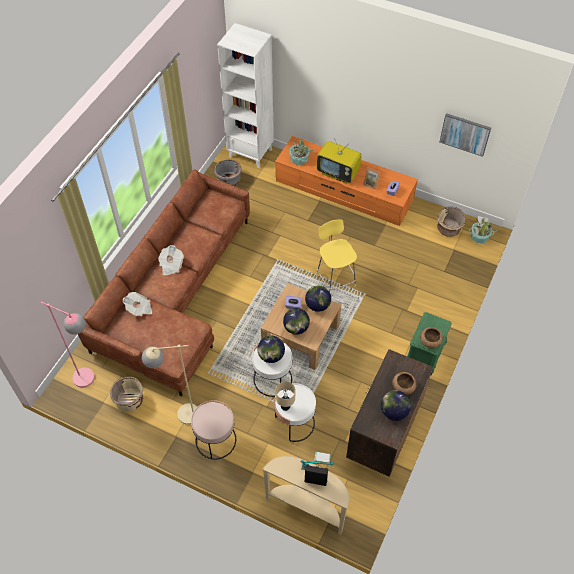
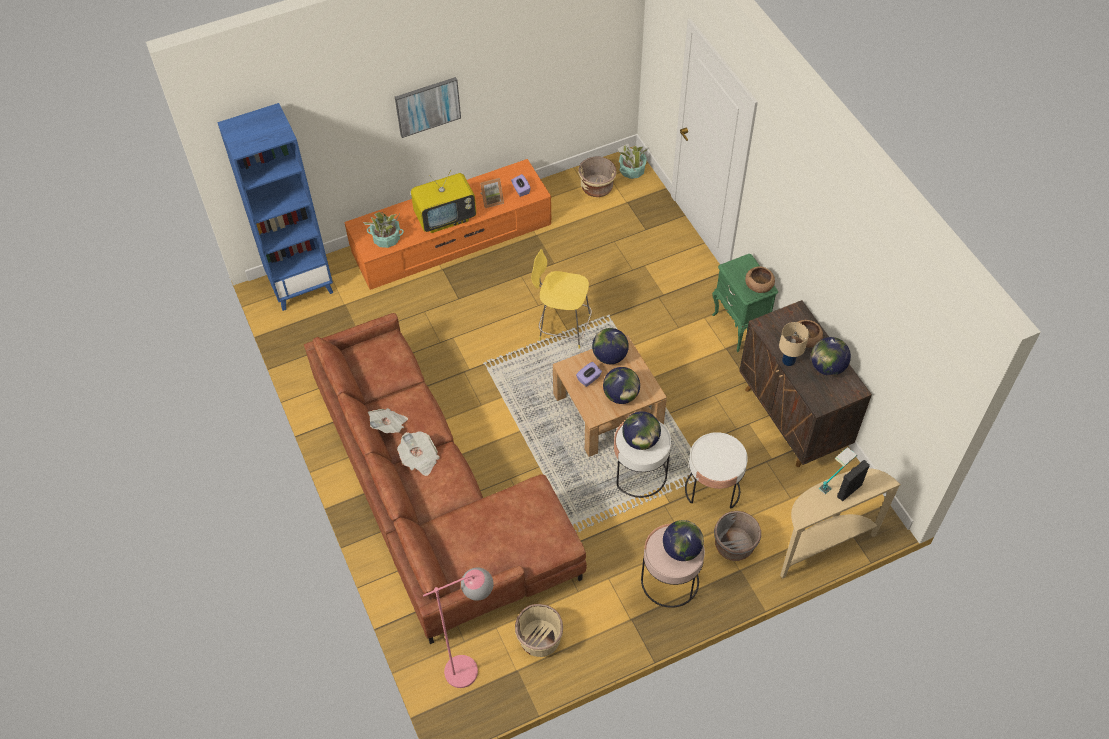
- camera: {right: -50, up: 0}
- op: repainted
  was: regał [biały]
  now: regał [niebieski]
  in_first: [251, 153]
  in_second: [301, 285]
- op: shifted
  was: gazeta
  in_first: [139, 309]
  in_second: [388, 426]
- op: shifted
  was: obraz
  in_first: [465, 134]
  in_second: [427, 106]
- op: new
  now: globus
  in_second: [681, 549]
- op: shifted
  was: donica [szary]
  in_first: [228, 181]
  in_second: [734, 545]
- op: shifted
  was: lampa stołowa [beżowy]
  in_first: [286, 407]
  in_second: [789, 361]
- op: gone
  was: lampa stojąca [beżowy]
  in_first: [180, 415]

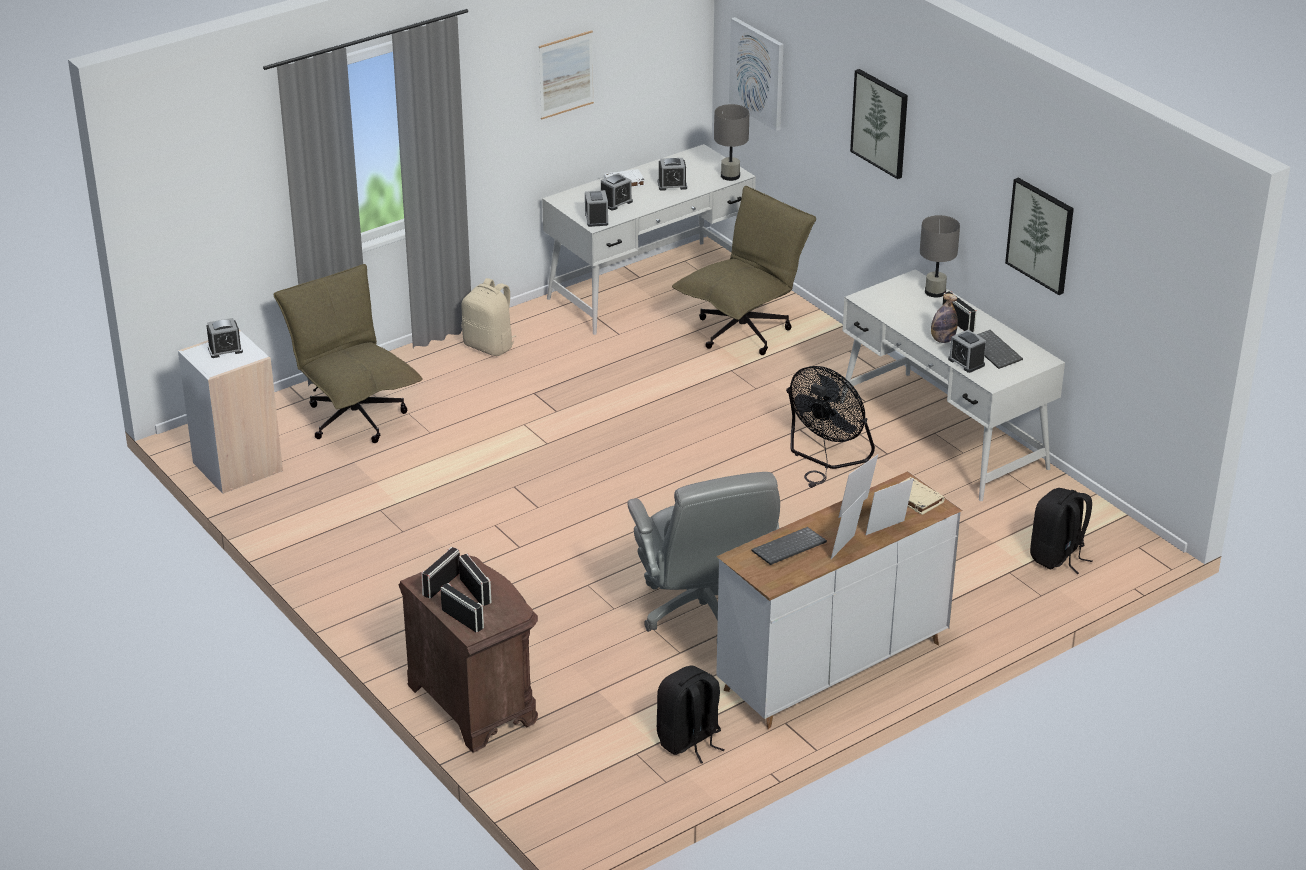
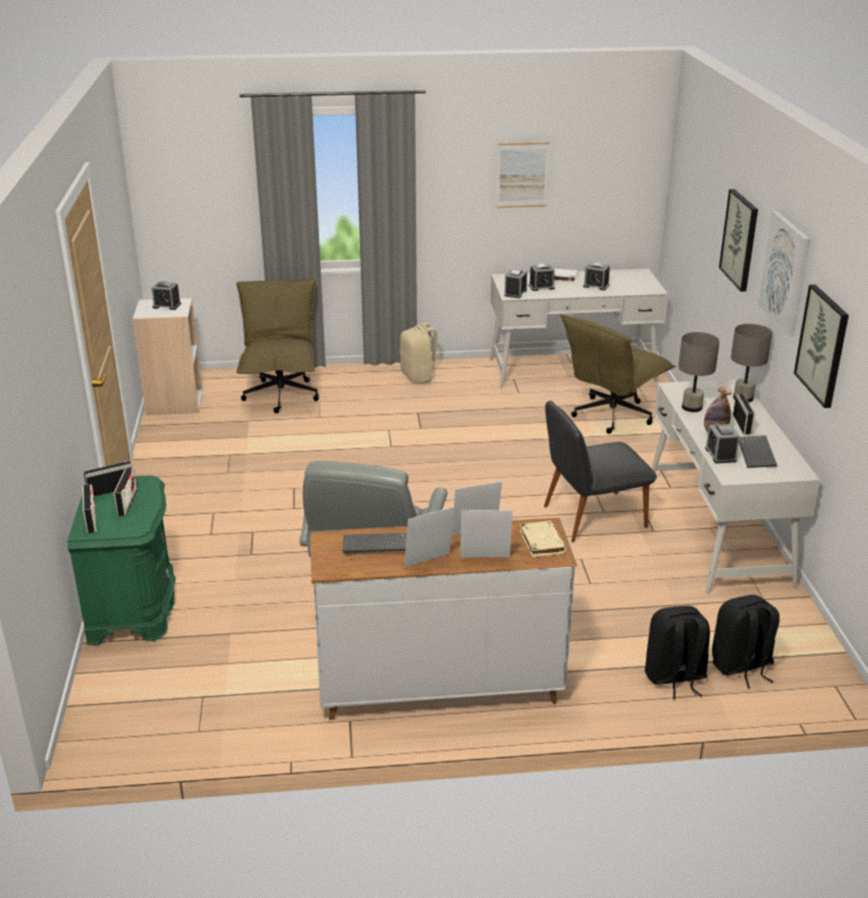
- camera: {right: 30, up: -5}
- op: repainted
  was: szafka nocna [brązowy]
  now: szafka nocna [zielony]
  in_first: [476, 701]
  in_second: [136, 607]
- op: swapped
  was: wentylator [czarny]
  now: krzesło [czarny]
  in_first: [822, 456]
  in_second: [594, 516]
- op: rotated
  was: krzesło biurowe [beżowy]
  in_first: [741, 332]
  in_second: [613, 414]
  clockwise: 150
- op: shifted
  was: plecak [czarny]
  in_first: [689, 741]
  in_second: [674, 677]
- op: shifted
  was: lampa stołowa [szary]
  in_first: [730, 176]
  in_second: [692, 407]
- op: shifted
  was: obraz
  in_first: [757, 73]
  in_second: [785, 273]

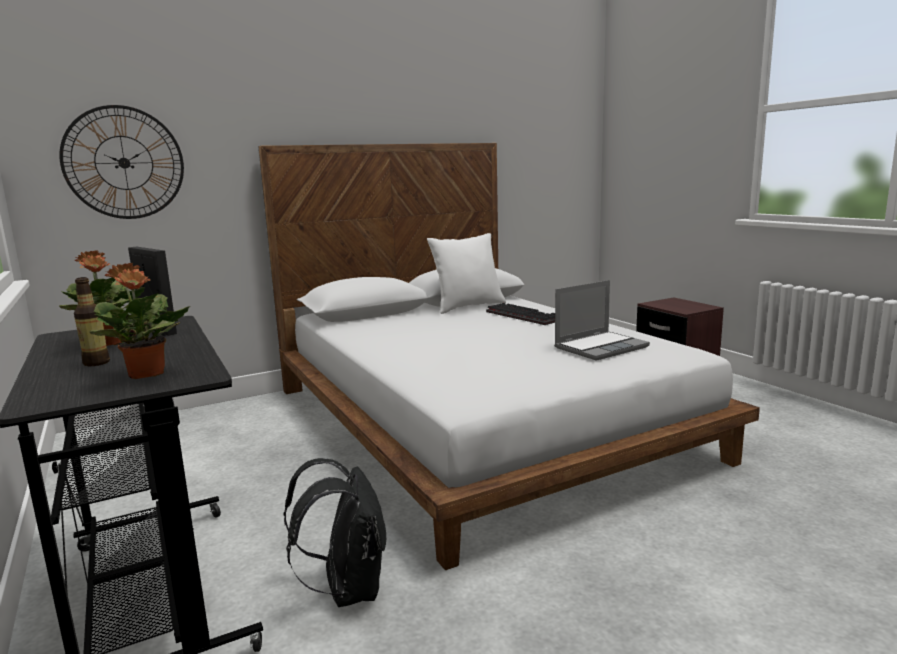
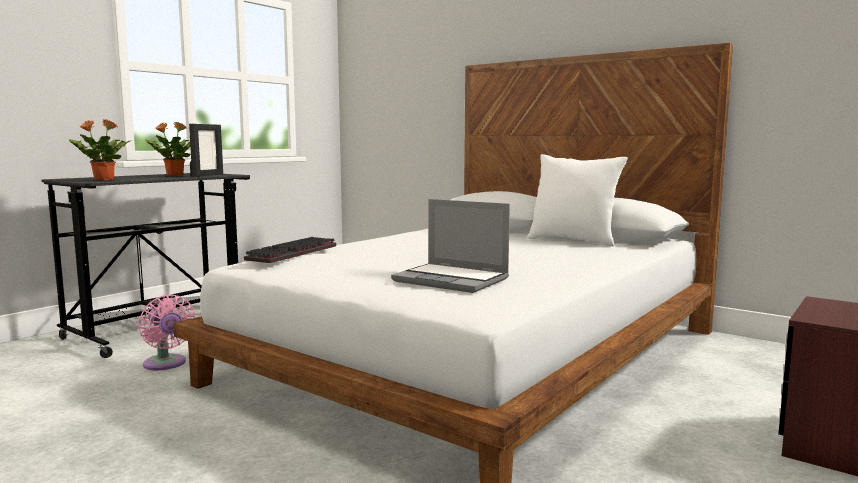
- camera: {right: 65, up: -5}
- op: swapped
  was: plecak [czarny]
  now: wentylator [różowy]
  in_first: [348, 589]
  in_second: [166, 364]
- op: shifted
  was: klawiatura
  in_first: [524, 316]
  in_second: [293, 253]
- op: gone
  was: zegar ścienny
  in_first: [124, 163]
- op: gone
  was: butelka
  in_first: [96, 363]

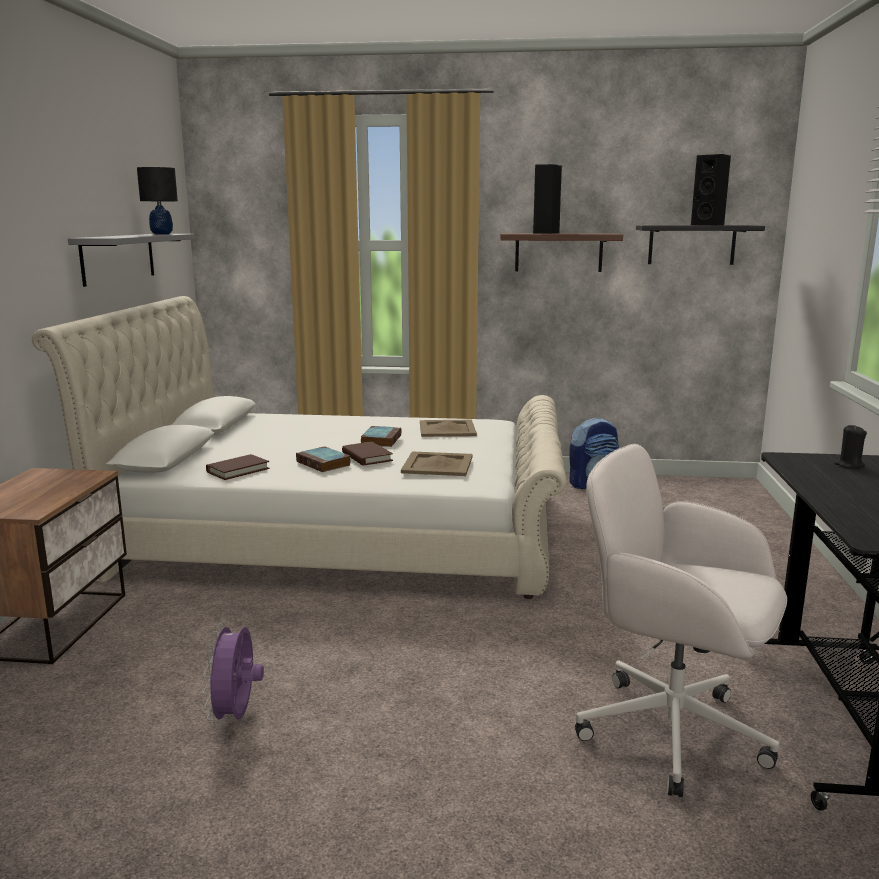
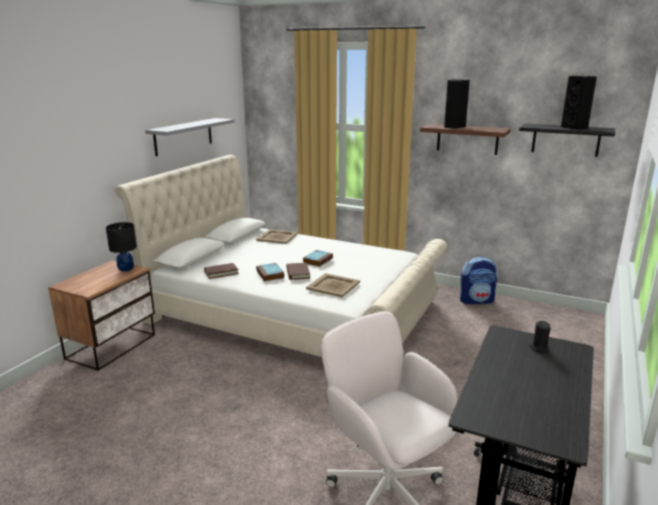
- camera: {right: 20, up: 5}
- op: shifted
  was: lampa stołowa [czarny]
  in_first: [162, 234]
  in_second: [126, 270]
- op: shifted
  was: taca [beżowy]
  in_first: [447, 429]
  in_second: [277, 237]
- op: gone
  was: wentylator [fioletowy]
  in_first: [236, 716]

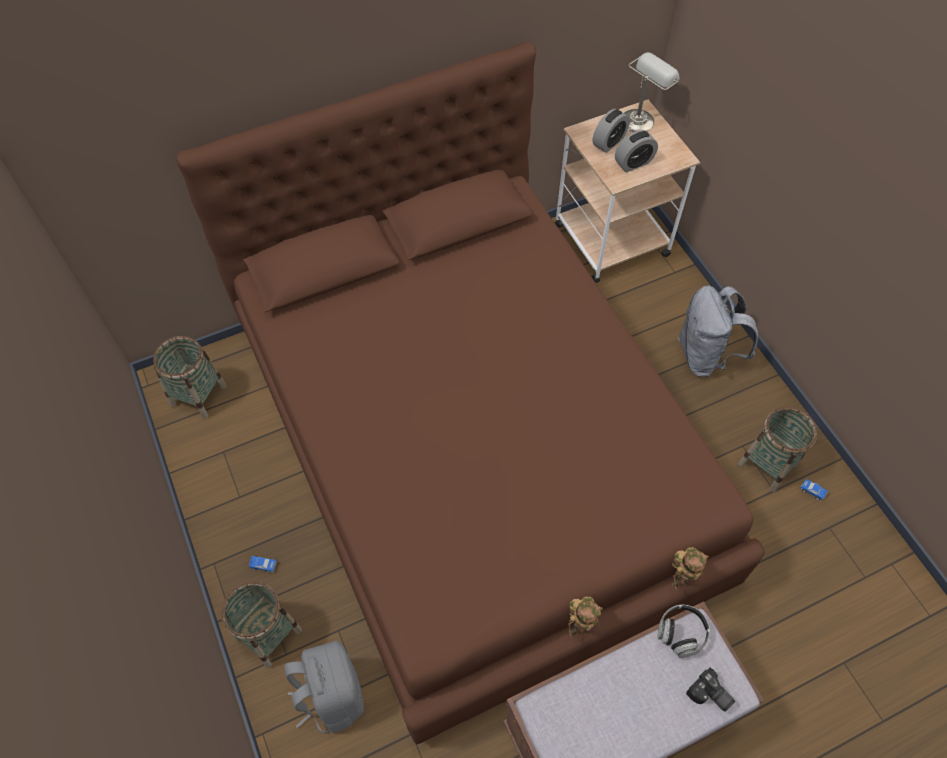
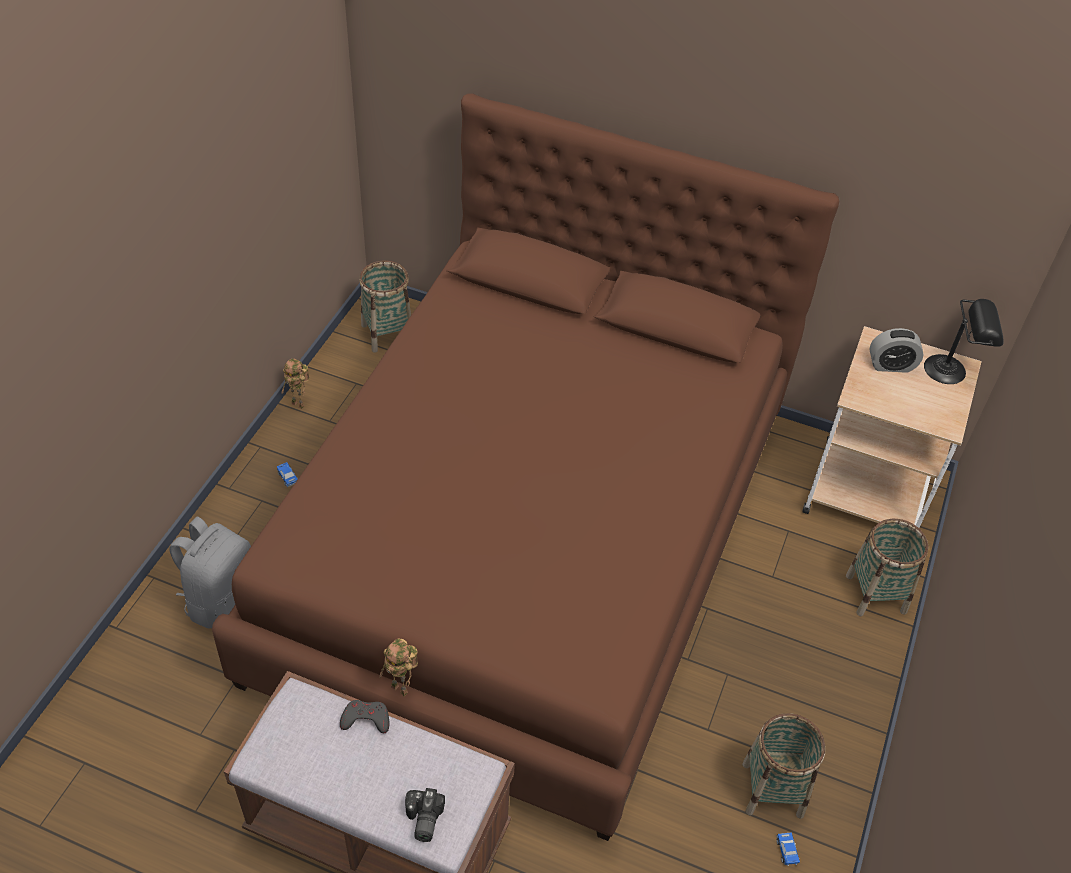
- camera: {right: 45, up: -10}
- op: shifted
  was: robot zabawkowy
  in_first: [679, 581]
  in_second: [299, 404]
- op: new
  now: pad do gier [szary]
  in_second: [365, 719]
- op: shifted
  was: koszyk
  in_first: [268, 634]
  in_second: [875, 593]
- op: repainted
  was: lampa stołowa [biały]
  now: lampa stołowa [czarny]
  in_first: [641, 116]
  in_second: [953, 369]
- op: gone
  was: budzik
  in_first: [633, 163]
- op: gone
  was: słuchawki
  in_first: [681, 633]
- op: gone
  was: plecak [szary]
  in_first: [705, 356]

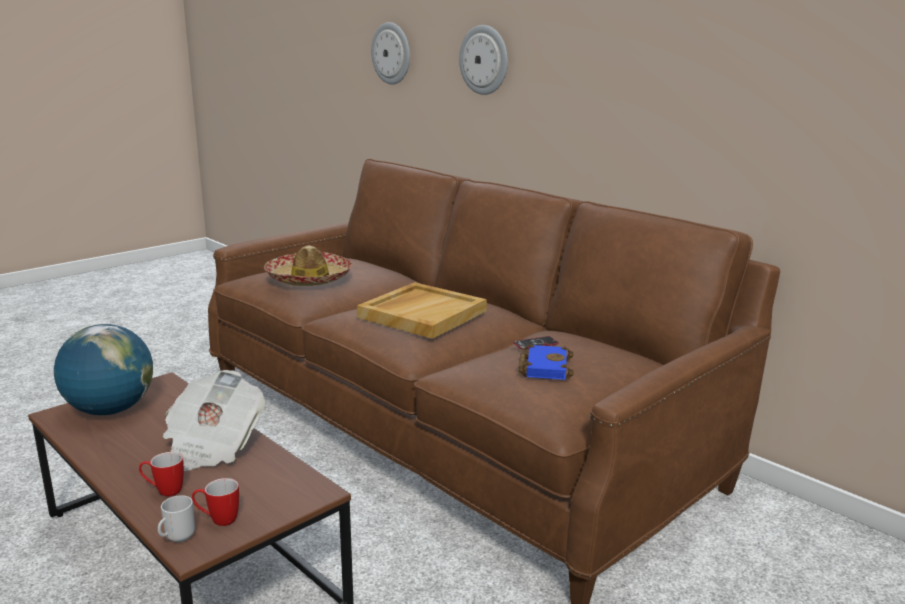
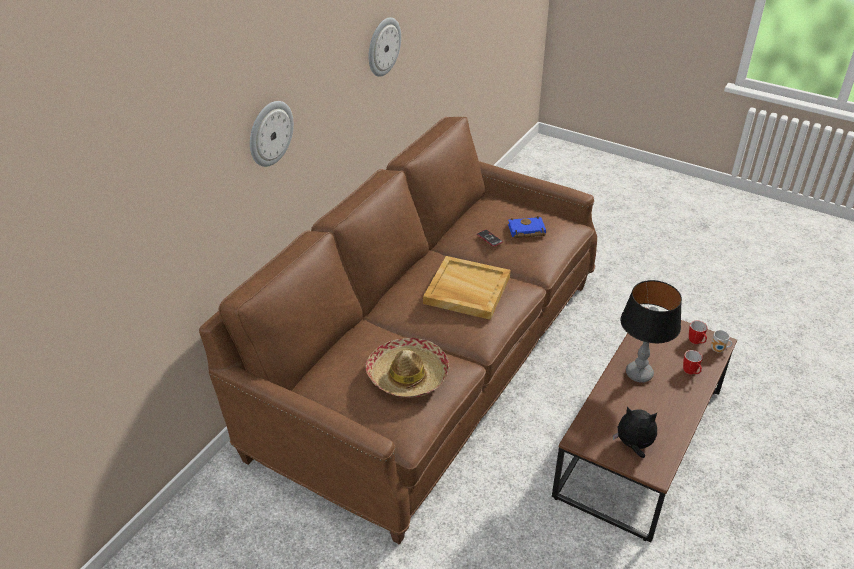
- camera: {right: -105, up: 20}
- op: shifted
  was: zegar ścienny
  in_first: [392, 53]
  in_second: [383, 46]
- op: swapped
  was: globus
  now: pluszak
  in_first: [110, 410]
  in_second: [633, 445]
- op: swapped
  was: gazeta
  now: lampa stołowa
  in_first: [212, 446]
  in_second: [639, 374]

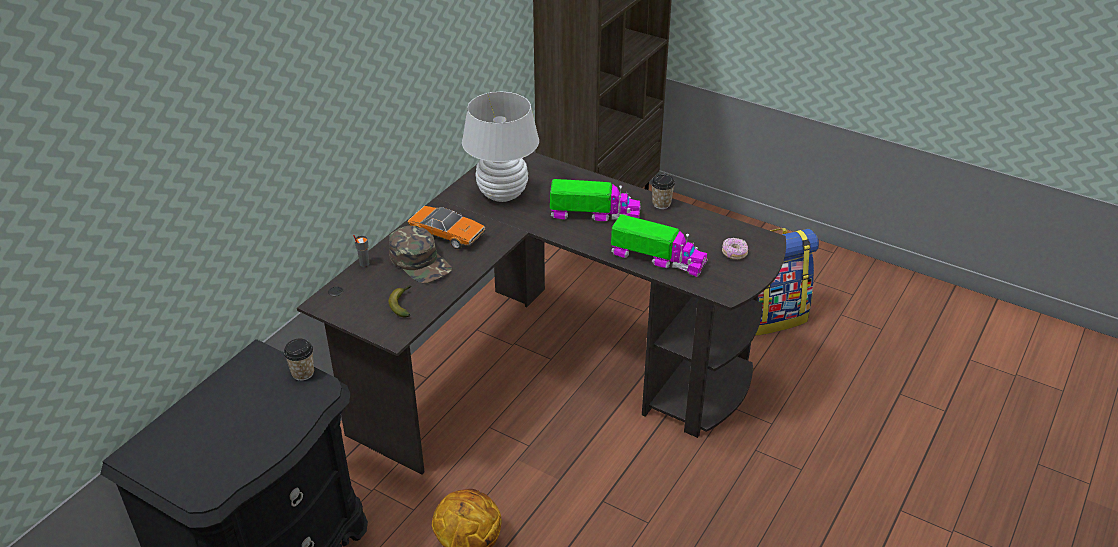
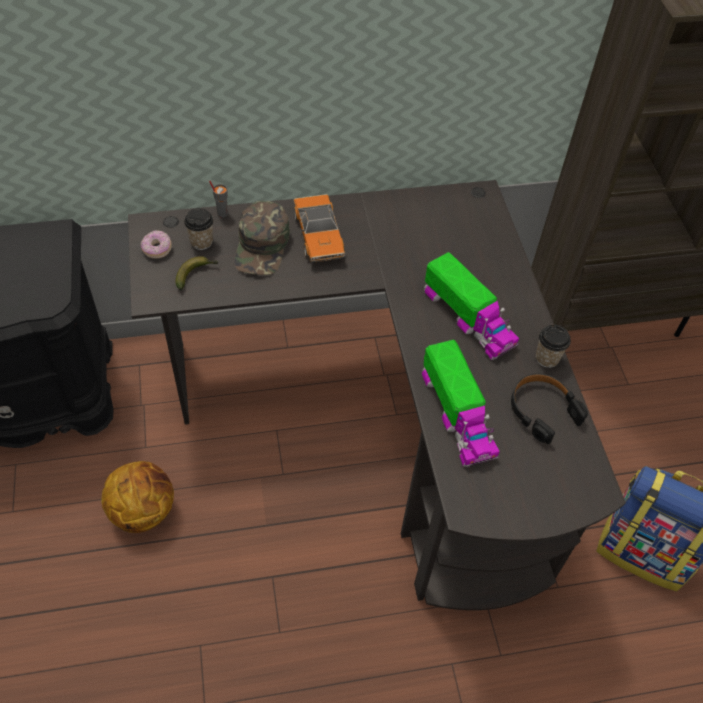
- camera: {right: 45, up: 15}
- op: shifted
  was: donut
  in_first: [734, 253]
  in_second: [157, 249]
- op: shifted
  was: filiżanka
  in_first: [303, 373]
  in_second: [201, 242]
- op: new
  now: słuchawki [czarny]
  in_second: [542, 410]
- op: gone
  was: lampa stołowa [biały]
  in_first: [502, 194]

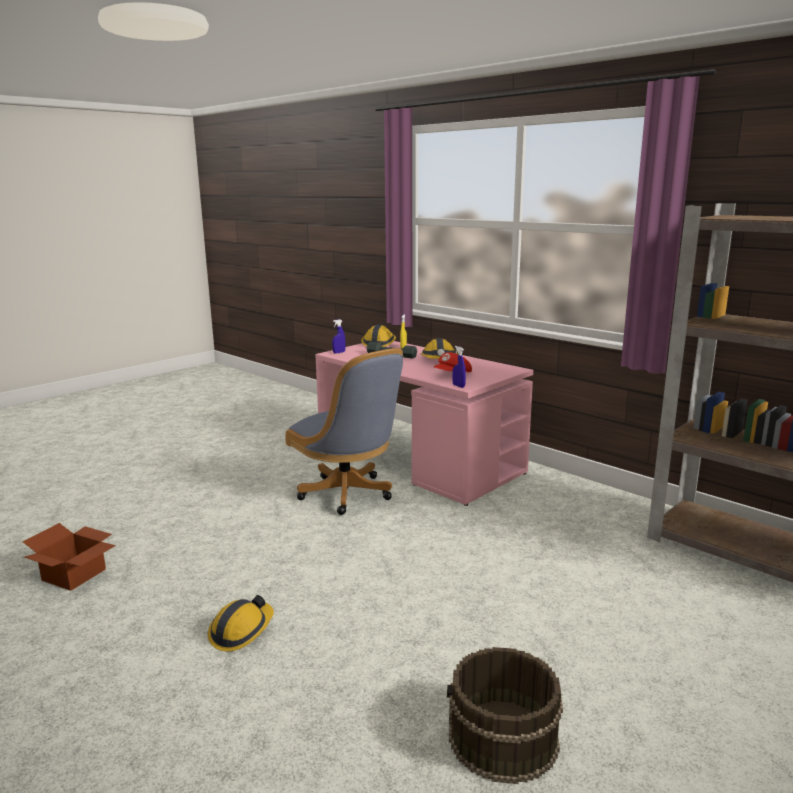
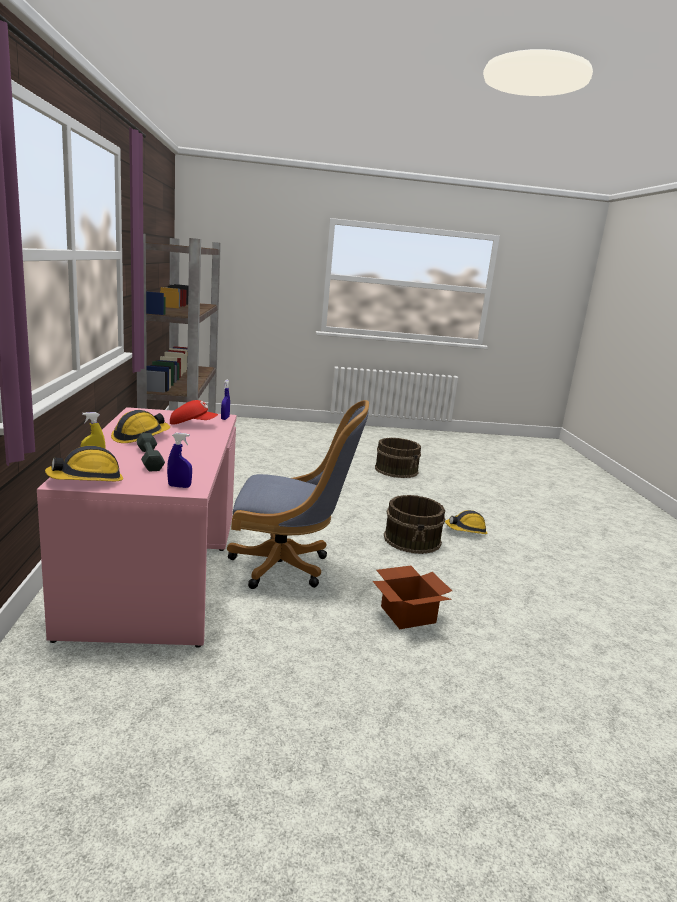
- camera: {right: -140, up: 0}
- op: rotated
  was: krzesło biurowe [niebieski]
  in_first: [351, 496]
  in_second: [289, 567]
  clockwise: 90
- op: shifted
  was: karton
  in_first: [74, 575]
  in_second: [408, 613]
- op: new
  now: wiadro [brązowy]
  in_second: [413, 540]

